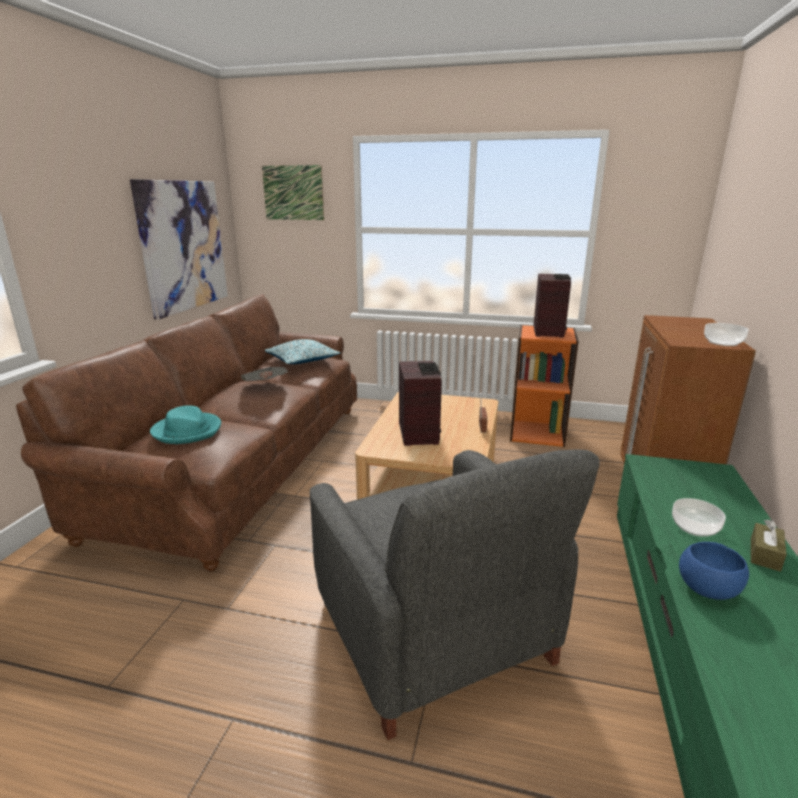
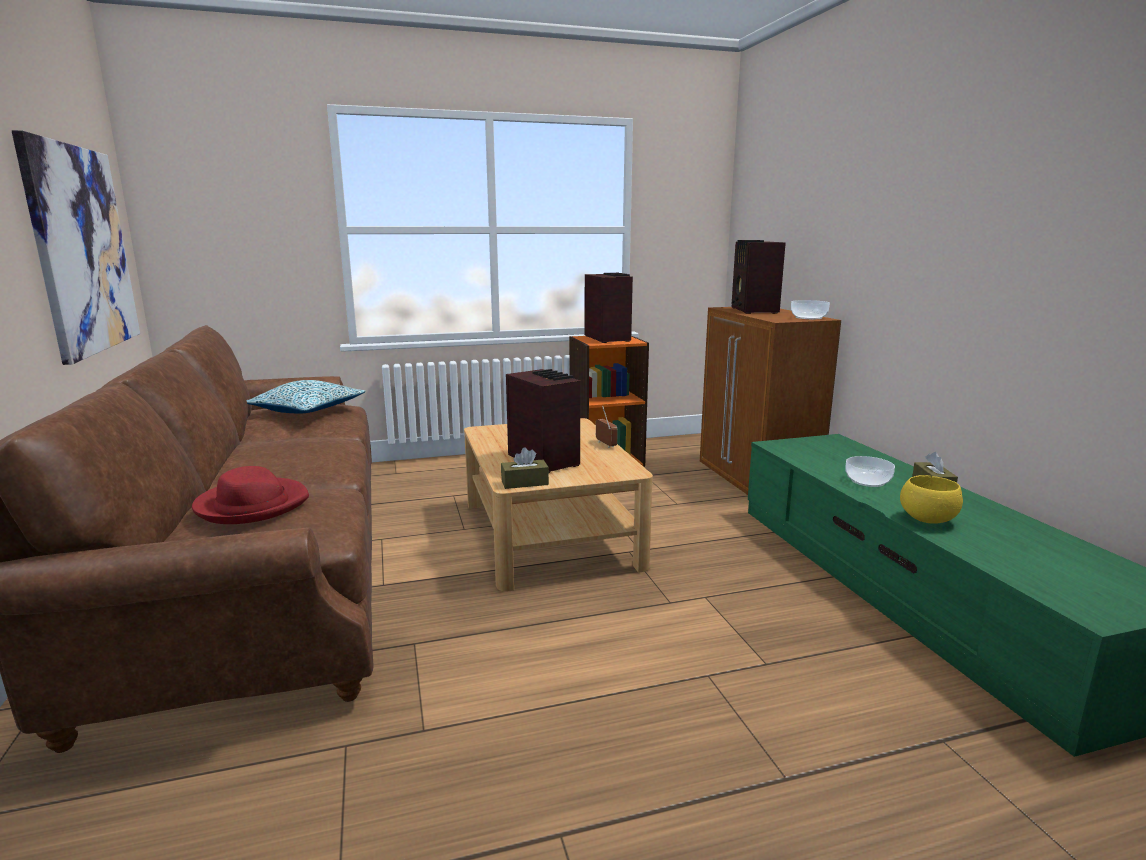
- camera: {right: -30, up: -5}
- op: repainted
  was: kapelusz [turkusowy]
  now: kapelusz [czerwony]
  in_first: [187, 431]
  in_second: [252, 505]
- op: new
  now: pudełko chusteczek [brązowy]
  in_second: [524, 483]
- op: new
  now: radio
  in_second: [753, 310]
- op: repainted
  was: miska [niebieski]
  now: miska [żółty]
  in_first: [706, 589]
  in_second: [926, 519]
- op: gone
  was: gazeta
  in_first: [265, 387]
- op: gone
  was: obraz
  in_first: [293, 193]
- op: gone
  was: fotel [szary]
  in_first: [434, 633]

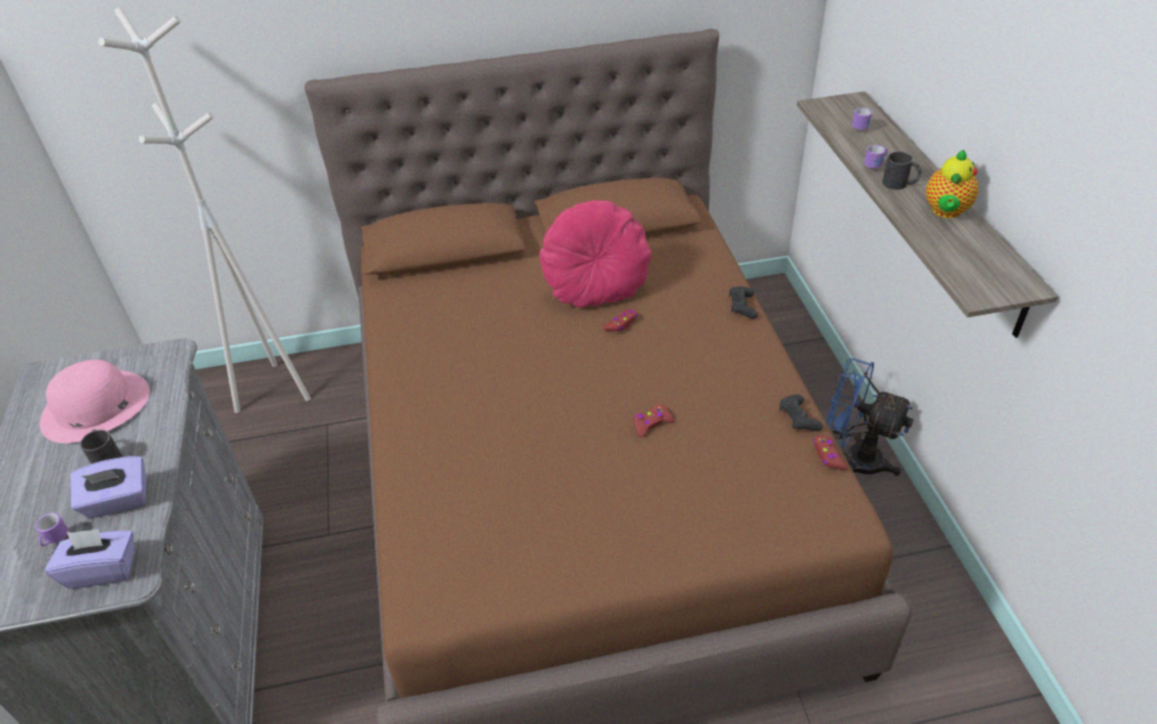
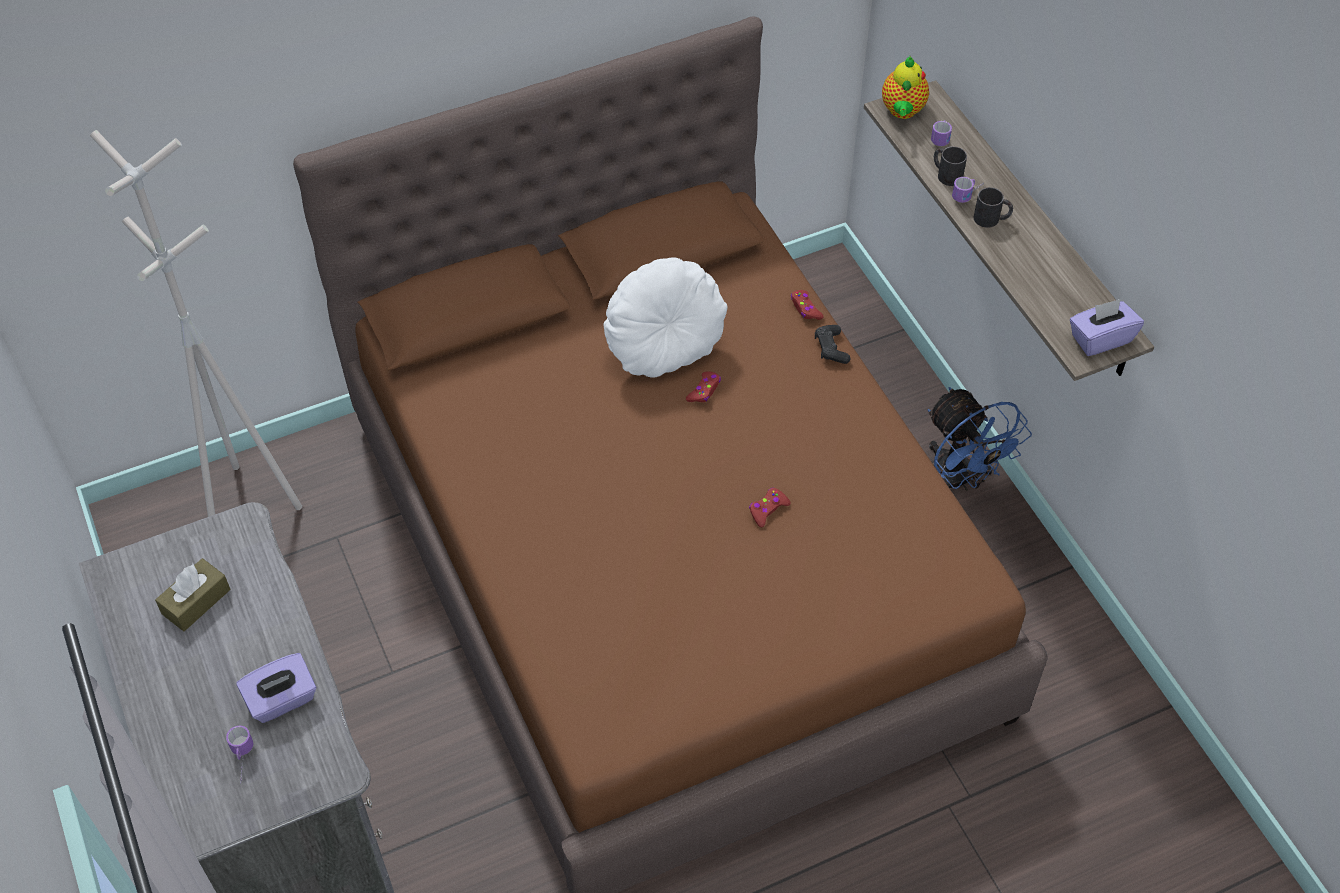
- camera: {right: -15, up: 10}
- op: swapped
  was: kapelusz [różowy]
  now: pudełko chusteczek [brązowy]
  in_first: [95, 407]
  in_second: [196, 601]
- op: repainted
  was: poduszka [różowy]
  now: poduszka [biały]
  in_first: [596, 293]
  in_second: [665, 354]
- op: shifted
  was: pad do gier [czerwony]
  in_first: [828, 456]
  in_second: [805, 308]
- op: shifted
  was: imbryk
  in_first: [945, 212]
  in_second: [902, 111]
- op: rotated
  was: wentylator [niebieski]
  in_first: [853, 458]
  in_second: [959, 481]
  clockwise: -135
- op: shifted
  was: kubek [czarny]
  in_first: [107, 458]
  in_second: [946, 174]
- op: shifted
  was: pudełko chusteczek [fioletowy]
  in_first: [103, 569]
  in_second: [1100, 339]
- op: gone
  was: pad do gier [czarny]
  in_first: [798, 418]

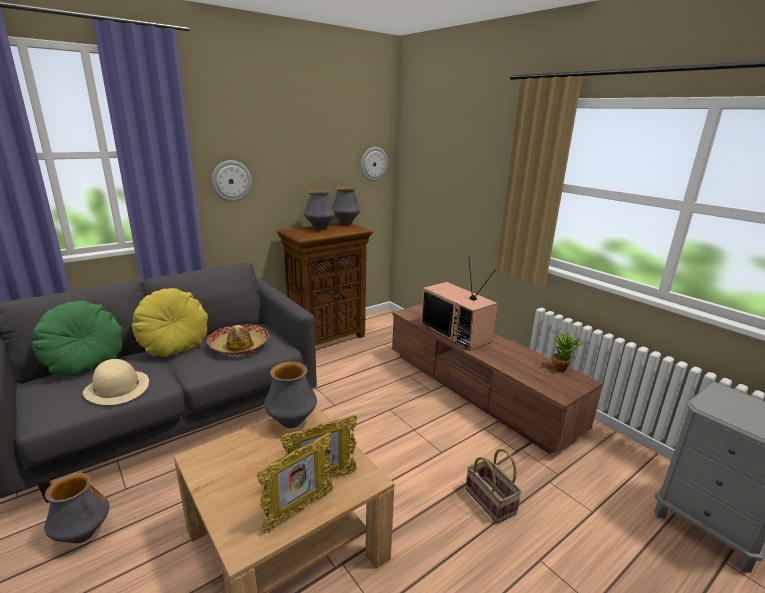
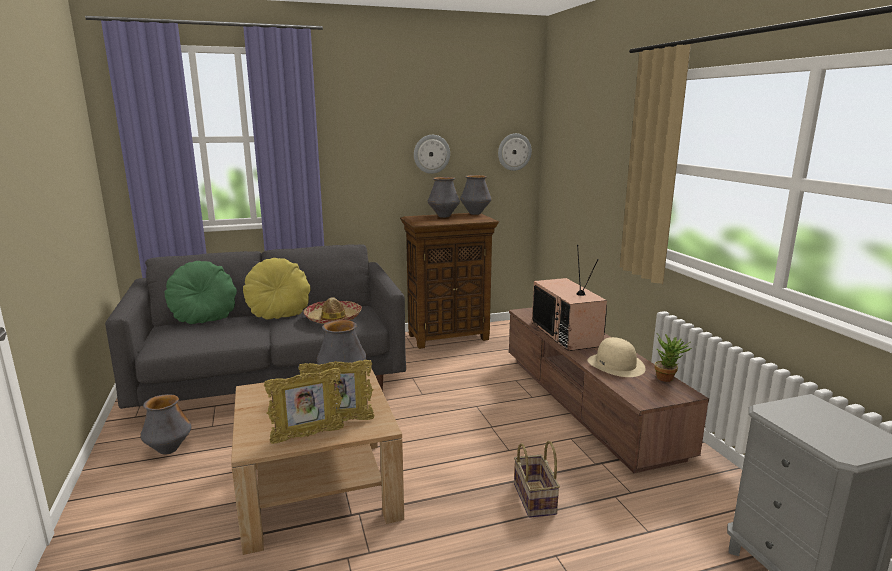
- camera: {right: 20, up: -5}
- op: shifted
  was: zegar ścienny
  in_first: [231, 181]
  in_second: [431, 154]
- op: shifted
  was: kapelusz [beżowy]
  in_first: [117, 388]
  in_second: [616, 365]

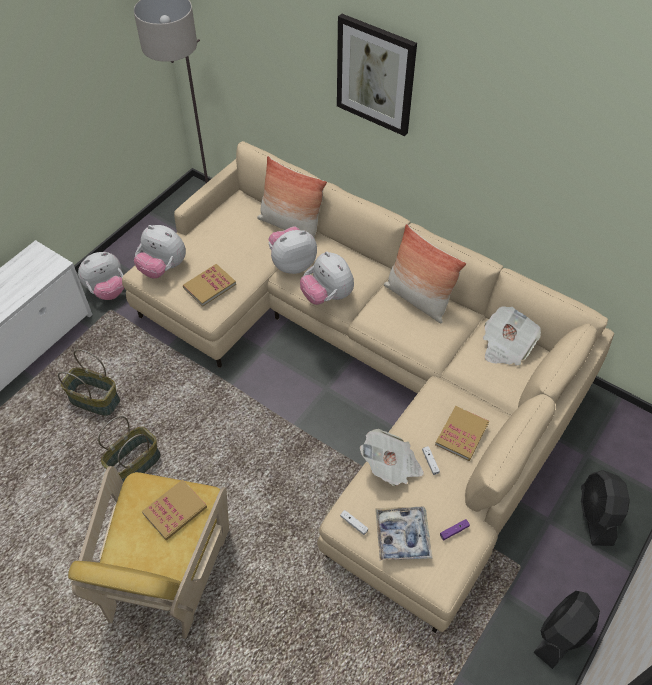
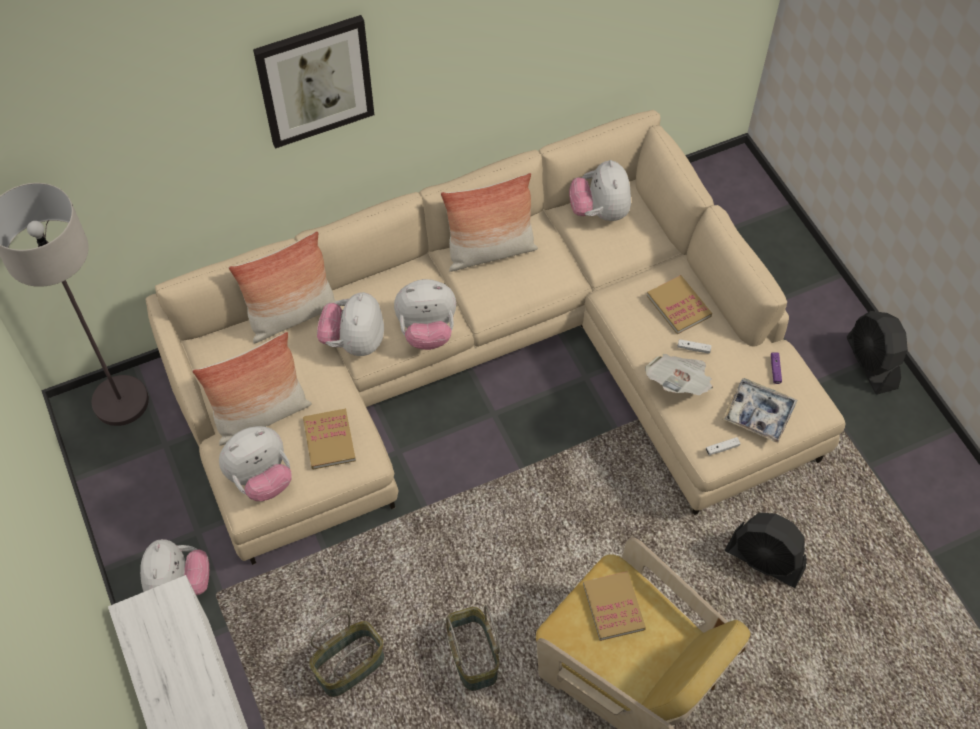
- camera: {right: -60, up: 5}
- op: new
  now: poduszka
  in_second: [261, 415]
- op: swapped
  was: gazeta
  now: pluszak
  in_first: [506, 345]
  in_second: [599, 211]
- op: shifted
  was: wentylator [czarny]
  in_first: [596, 516]
  in_second: [764, 560]

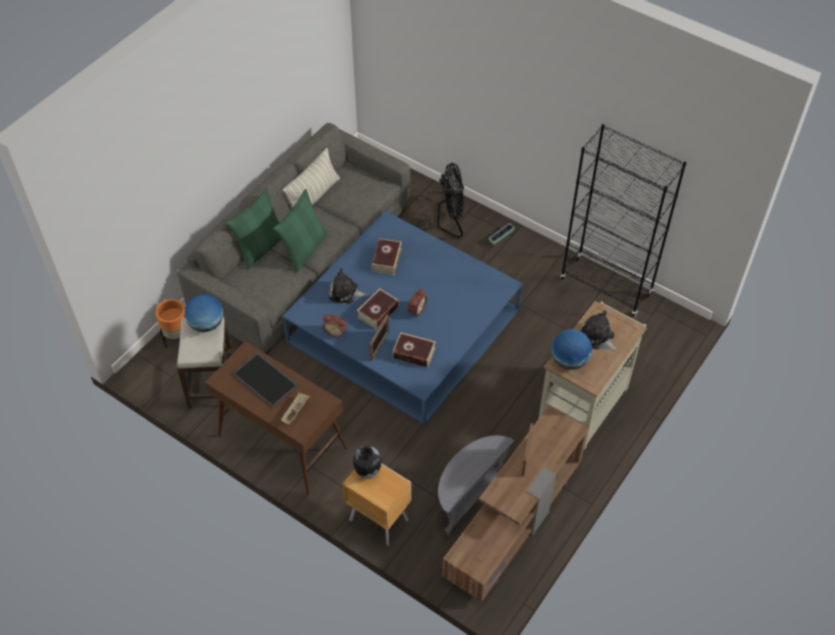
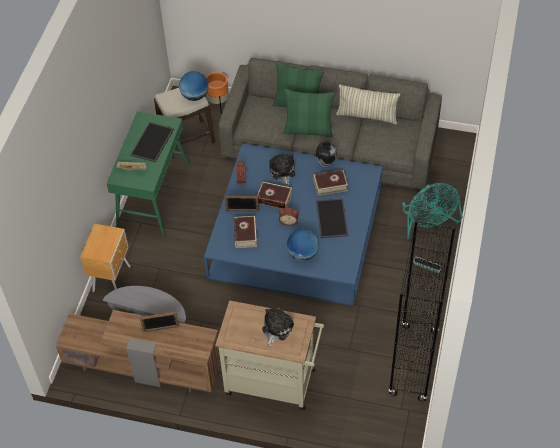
- camera: {right: 70, up: 0}
- op: repainted
  was: stolik konsolowy [brązowy]
  now: stolik konsolowy [zielony]
  in_first: [282, 442]
  in_second: [154, 198]
- op: shifted
  was: globus
  in_first: [569, 361]
  in_second: [302, 254]
- op: shifted
  was: wazon
  in_first: [367, 472]
  in_second: [326, 163]
- op: new
  now: taca
  in_second: [332, 218]
- op: repainted
  was: wentylator [czarny]
  now: wentylator [turkusowy]
  in_first: [446, 218]
  in_second: [426, 222]

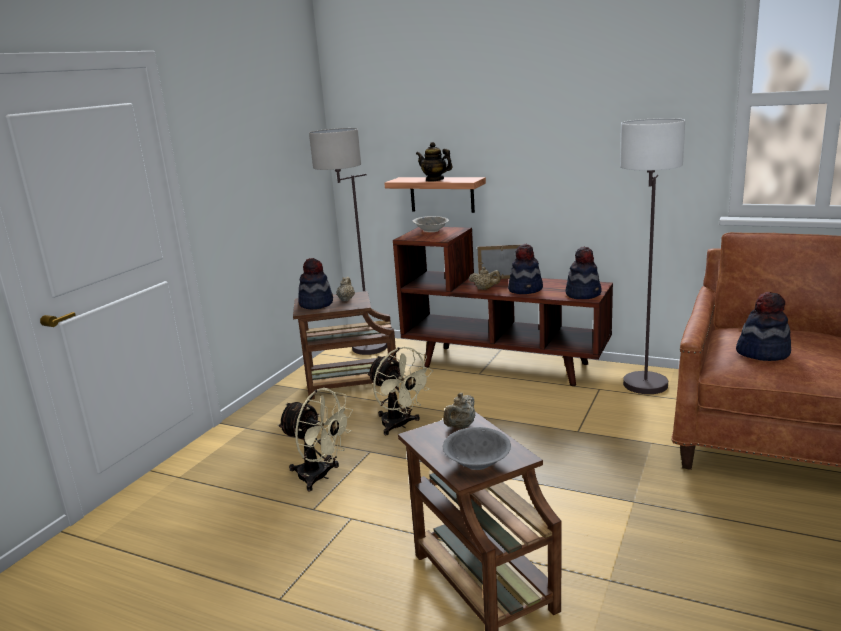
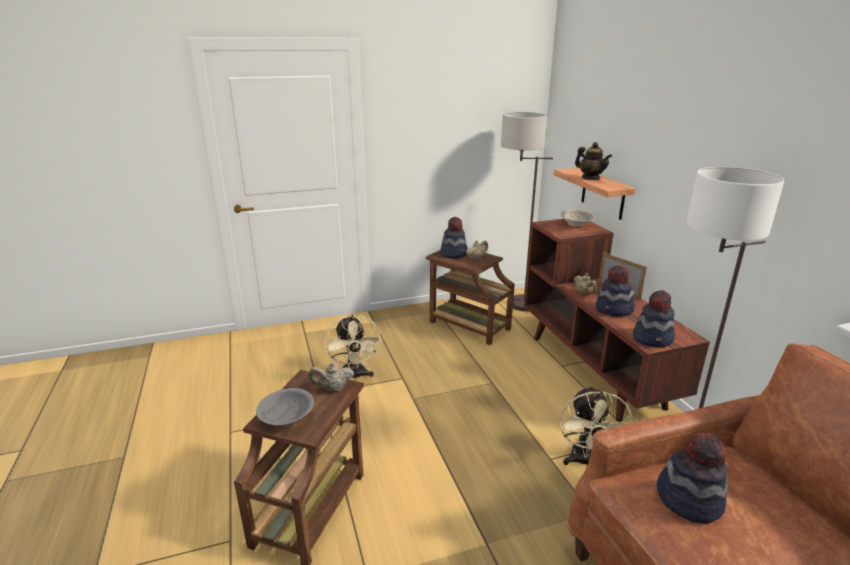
- camera: {right: 45, up: 5}
- op: shifted
  was: wentylator [beżowy]
  in_first: [400, 425]
  in_second: [586, 462]
- op: rotated
  was: imbryk
  in_first: [434, 180]
  in_second: [590, 178]
  clockwise: 150

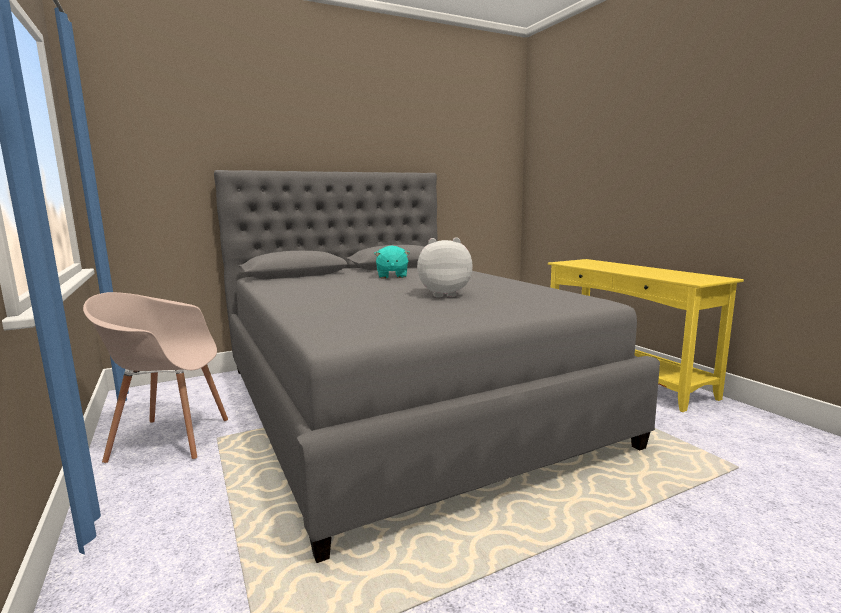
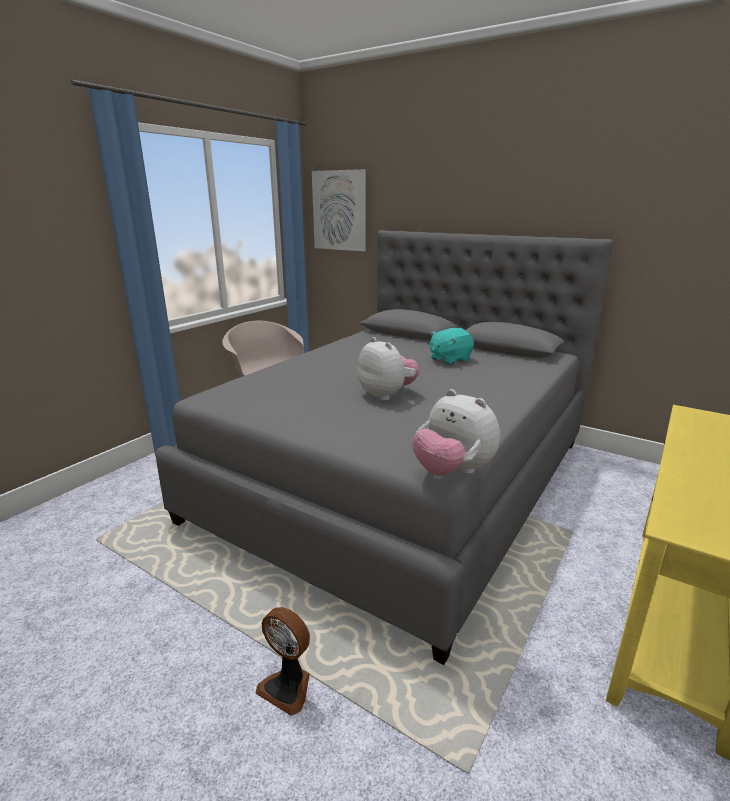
- camera: {right: 60, up: 10}
- op: new
  now: wentylator
  in_second: [288, 686]
- op: new
  now: obraz
  in_second: [340, 211]
- op: new
  now: pluszak
  in_second: [452, 471]

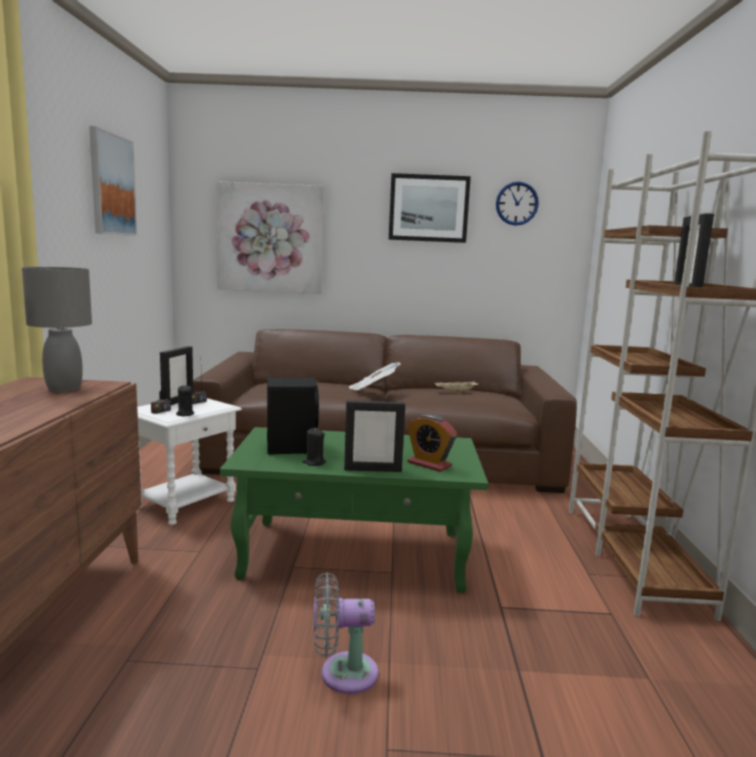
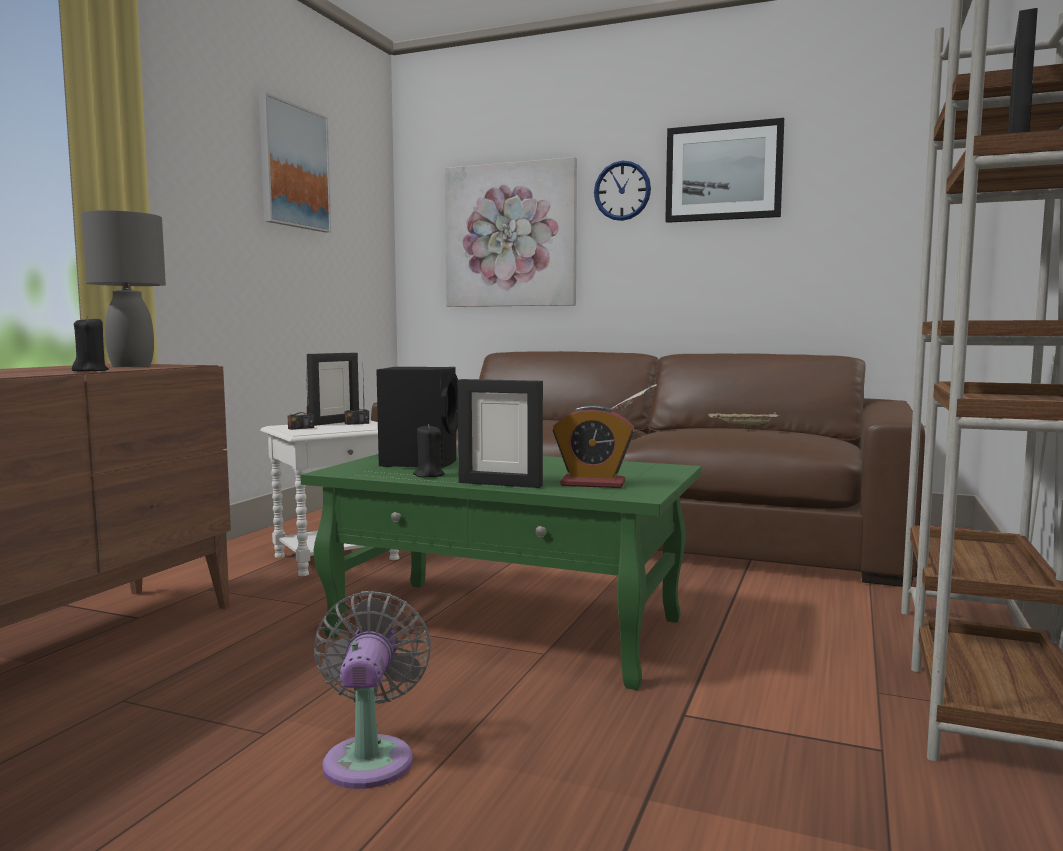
- camera: {right: 20, up: -5}
- op: shifted
  was: świeca [czarny]
  in_first: [185, 414]
  in_second: [90, 371]
- op: rotated
  was: wentylator [szary]
  in_first: [342, 673]
  in_second: [370, 757]
  clockwise: 75
- op: rotated
  was: budzik
  in_first: [429, 464]
  in_second: [593, 484]
  clockwise: -45
- op: shifted
  was: zegar ścienny
  in_first: [517, 203]
  in_second: [622, 191]

